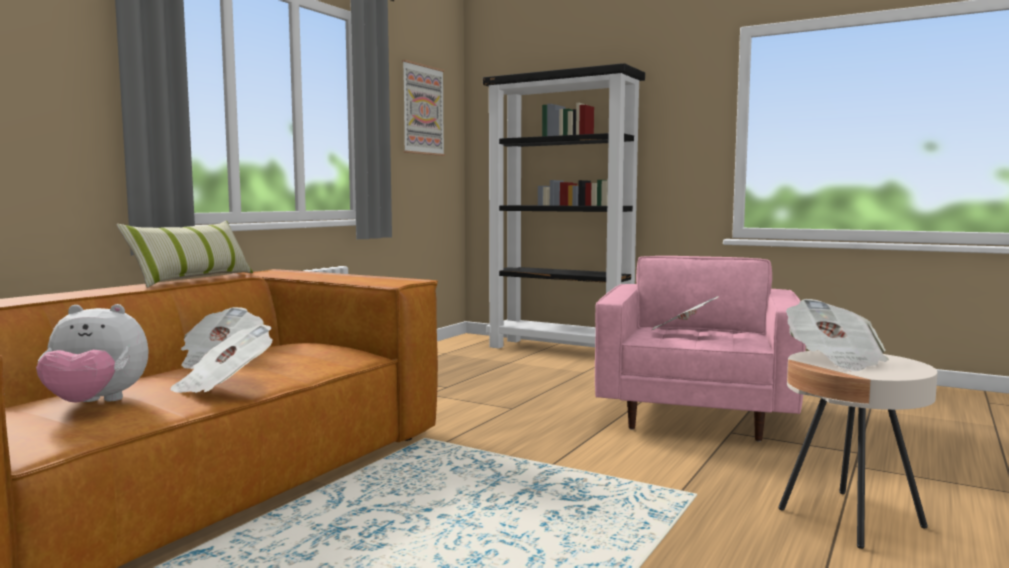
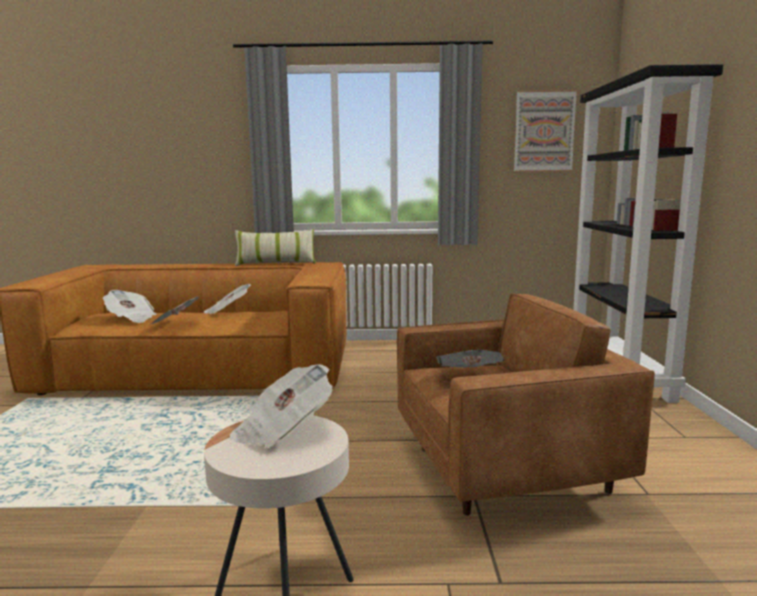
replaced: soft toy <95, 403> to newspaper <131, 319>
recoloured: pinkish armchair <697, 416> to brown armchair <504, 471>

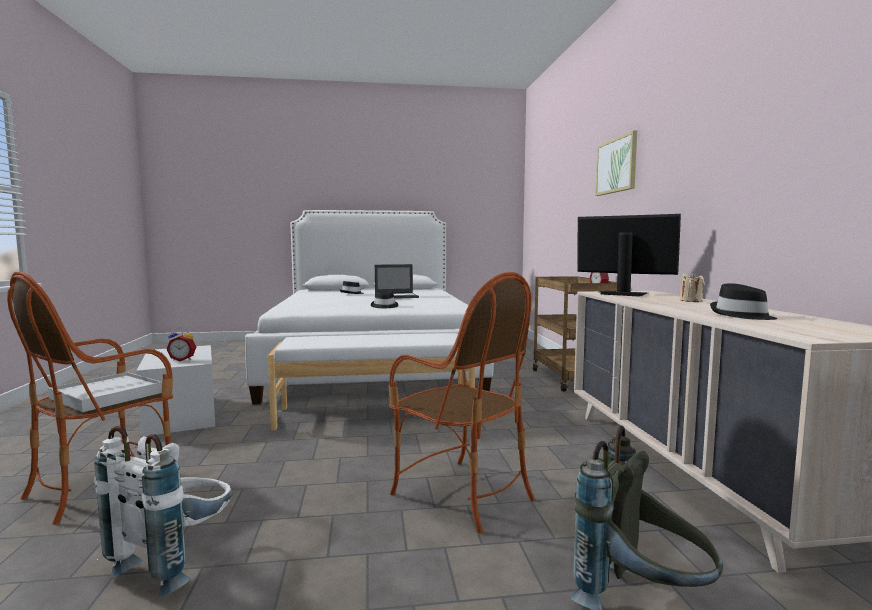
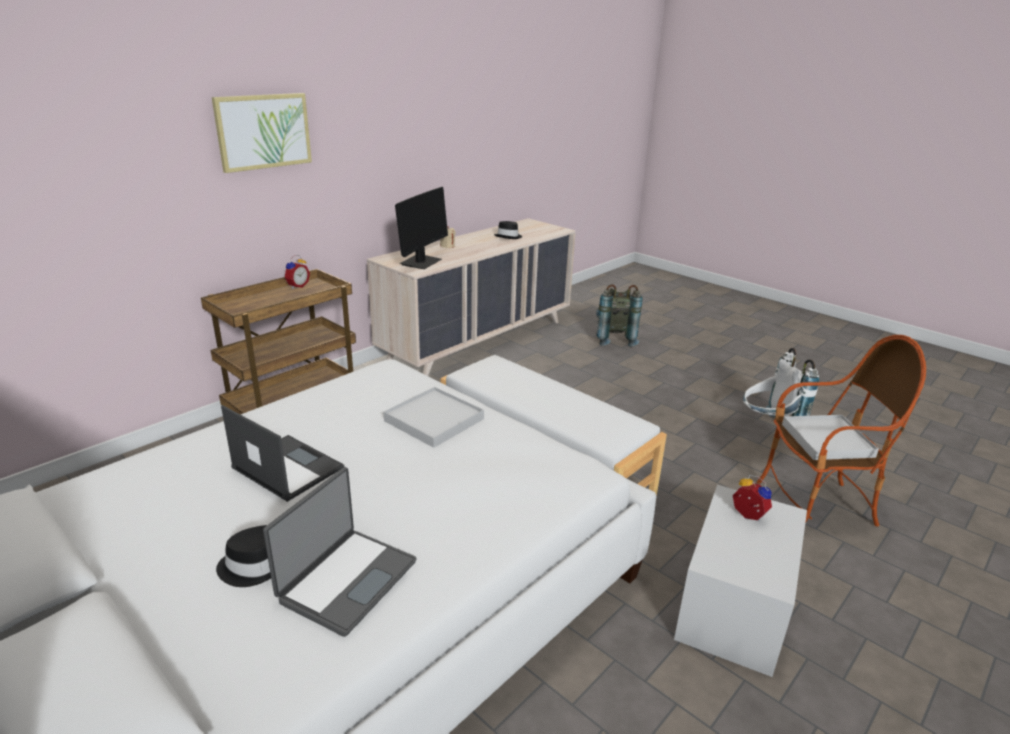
removed: armchair <461, 494>
added: laptop <346, 580>
replaced: black-coloured clothing hat <384, 306> to white-coloured serving tray <434, 420>
turned: computer display <623, 294> = <421, 262> 150 degrees counterclockwise

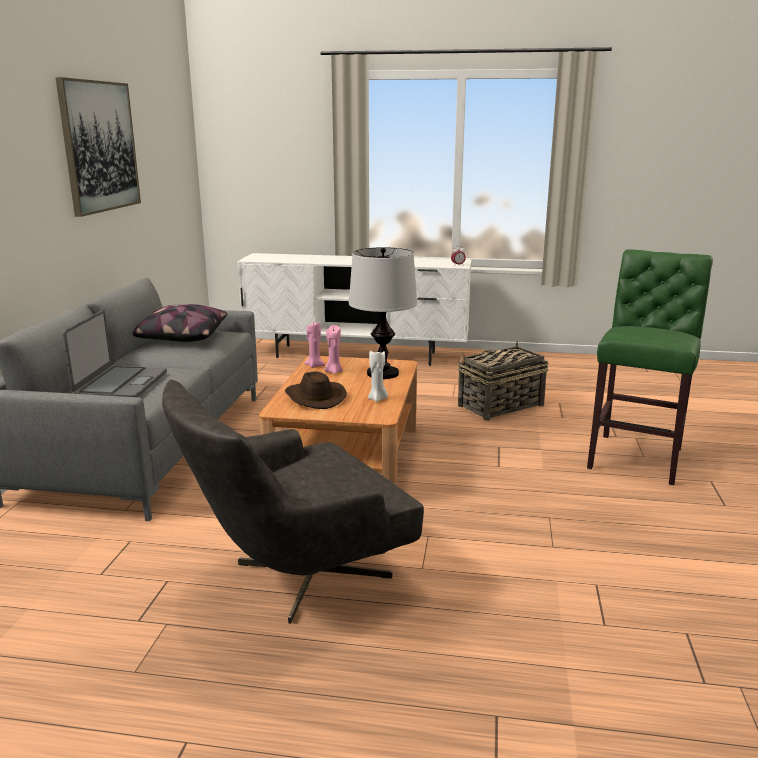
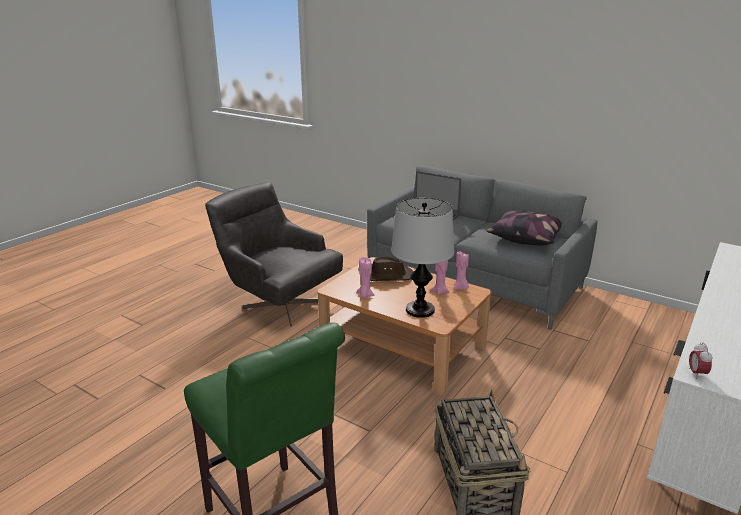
removed: wall picture <99, 146>
recoloured: white-coloured wax light <378, 399> to pinkish wax light <365, 295>
turned: greyish armchair <295, 579> = <278, 302> 45 degrees counterclockwise

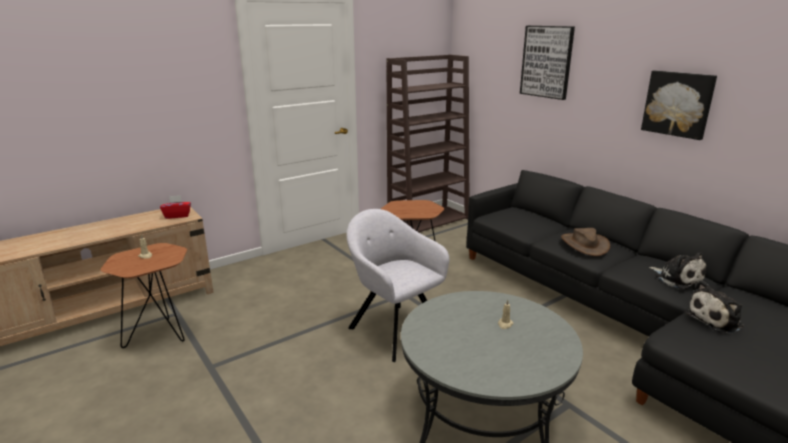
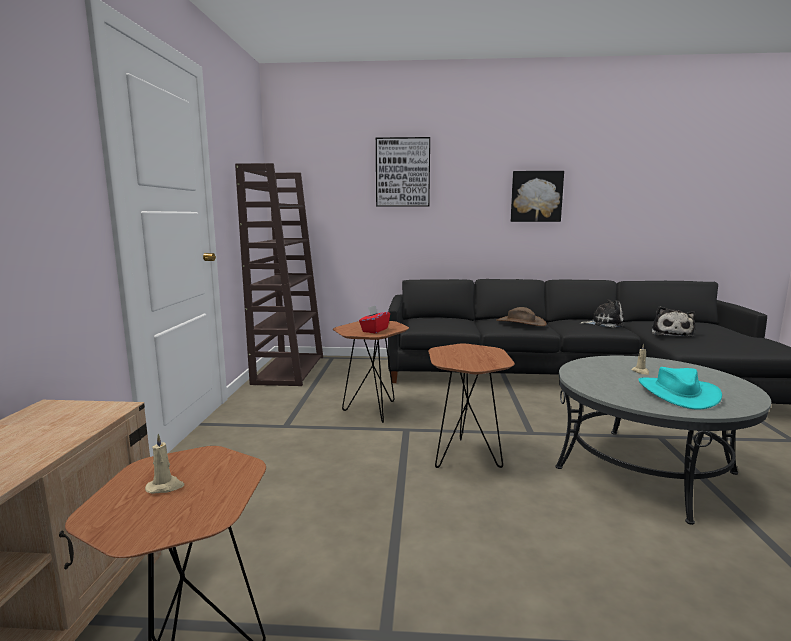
added: turquoise clothing hat <677, 393>
moved: reddish box of tissues <177, 215> to <374, 330>
replaced: greyish armchair <393, 329> to brown side table <466, 459>

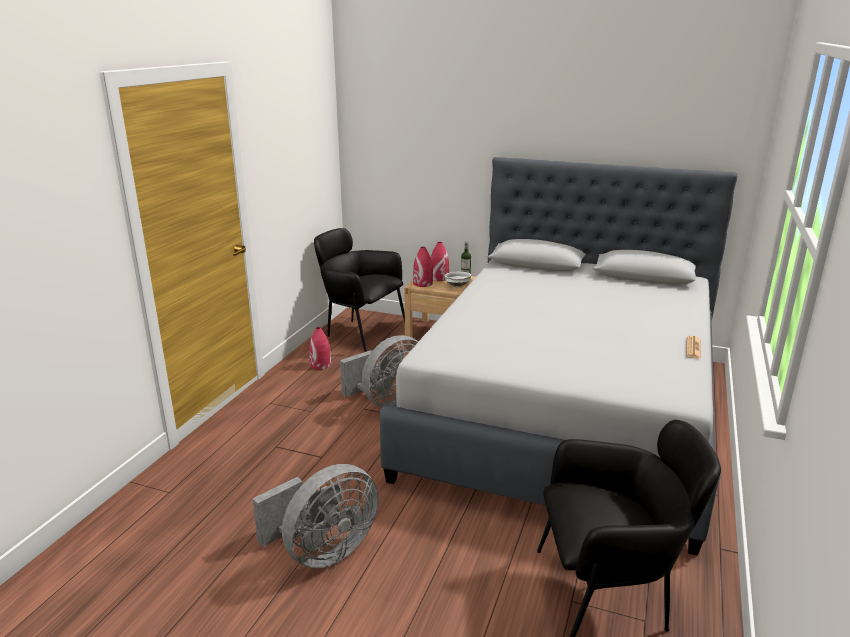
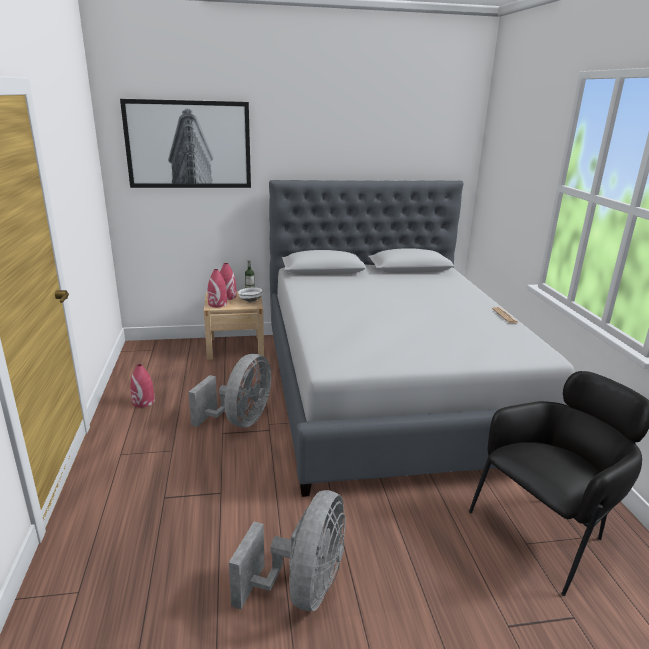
removed: black-coloured armchair <360, 333>
added: wall picture <188, 145>

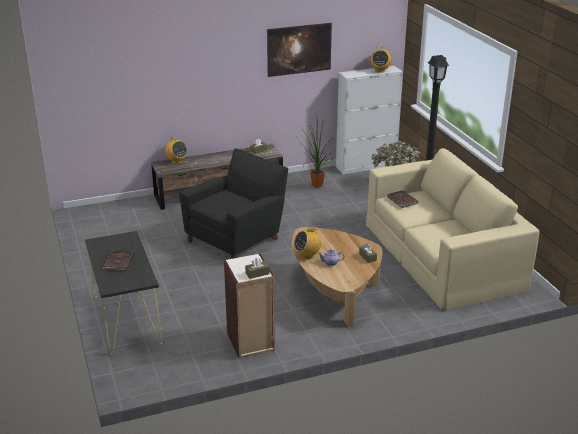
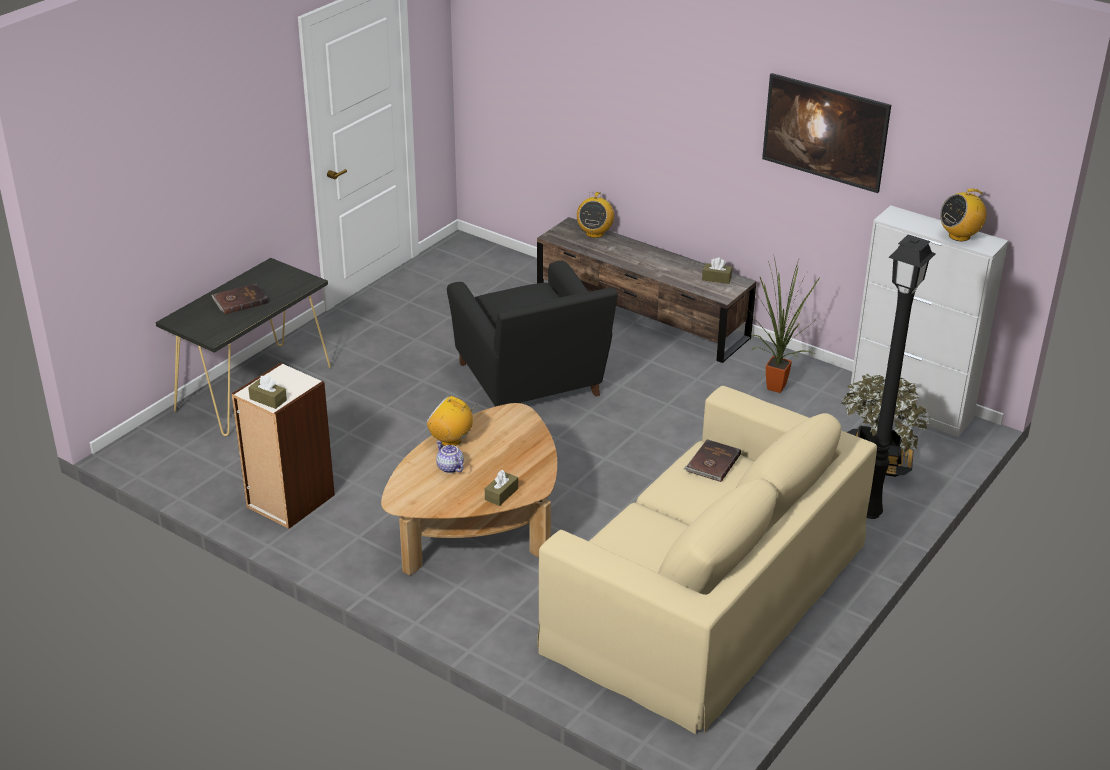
turned: black-coloured armchair <236, 238> = <532, 383> 60 degrees clockwise

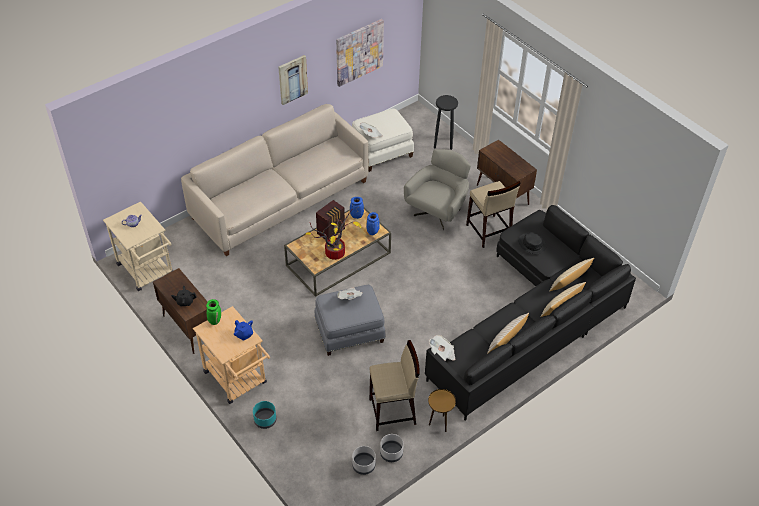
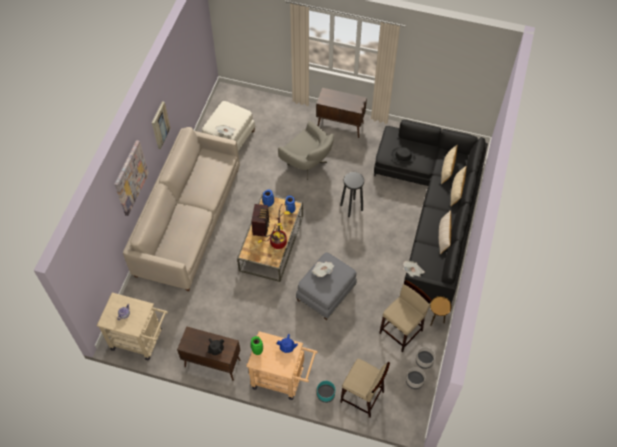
moved: wall picture <359, 52> to <130, 178>; black-coloured stool seat <443, 142> to <351, 207>; beige stool seat <488, 232> to <362, 397>
turned: greyish armchair <438, 212> = <308, 164> 135 degrees clockwise

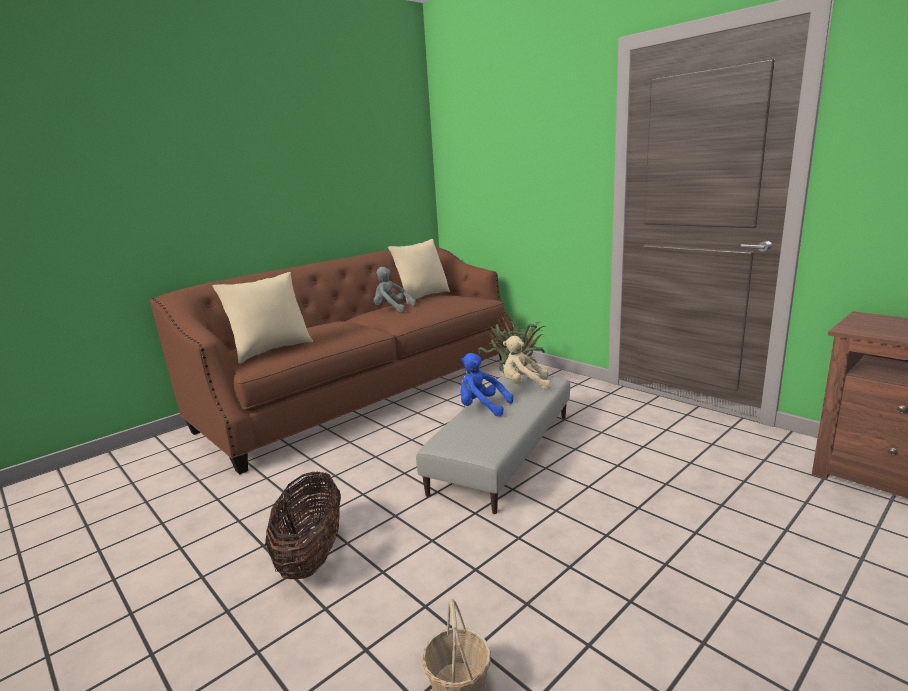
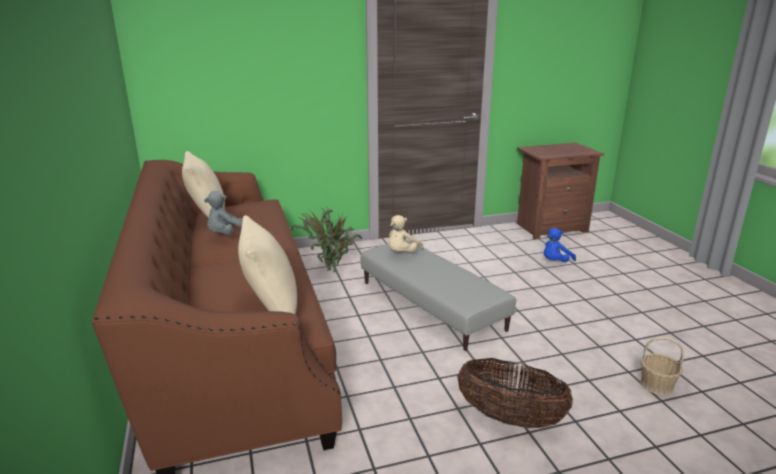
moved: blue soft toy <482, 407> to <555, 262>

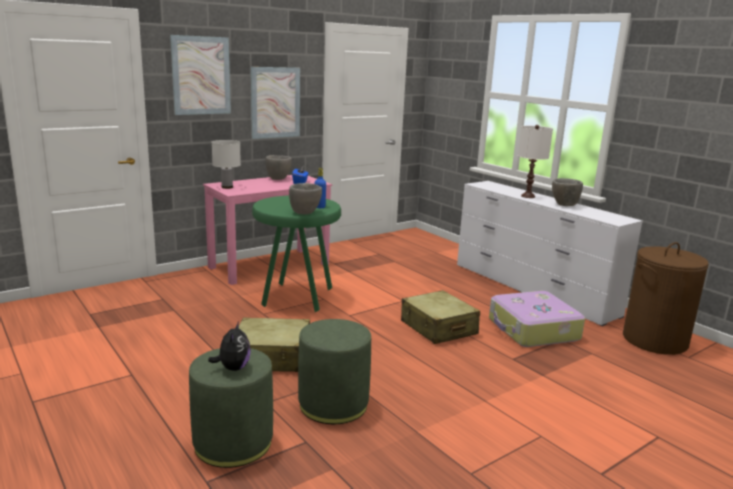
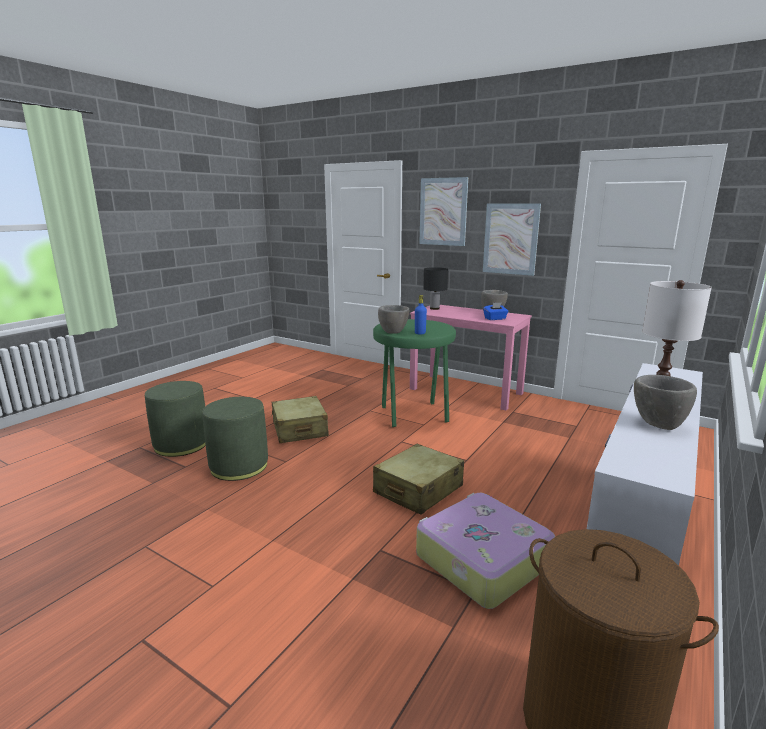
removed: soft toy <233, 368>
recoloured: white-coloured tabletop lamp <226, 187> to black-coloured tabletop lamp <434, 308>

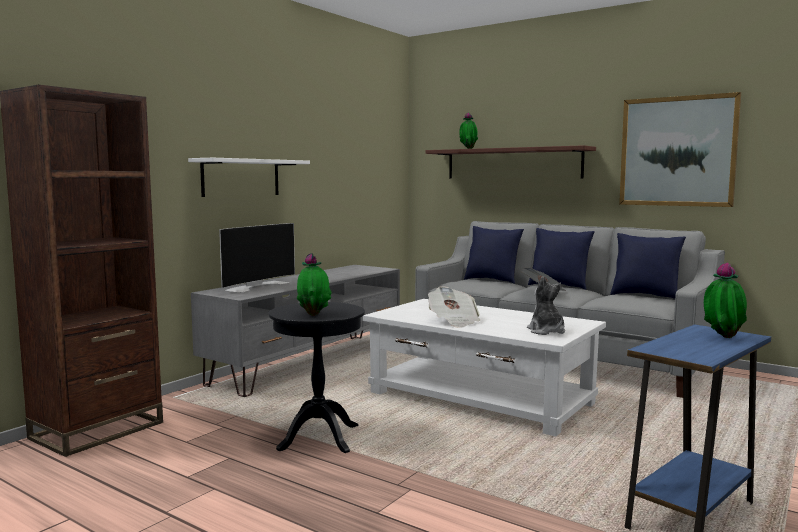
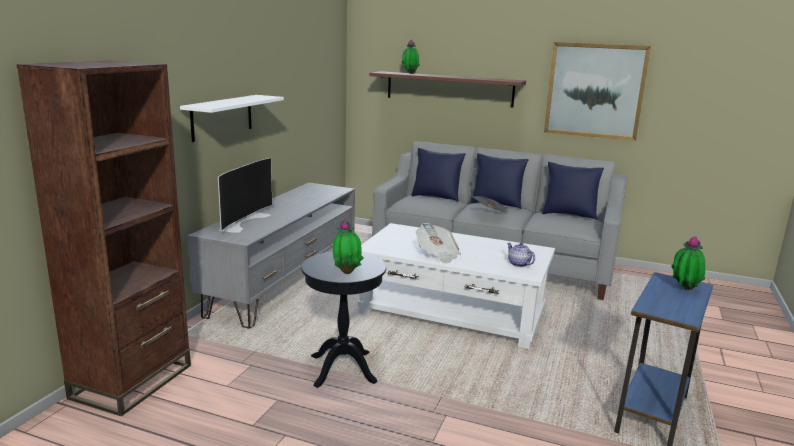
replaced: soft toy <546, 331> to teapot <518, 264>

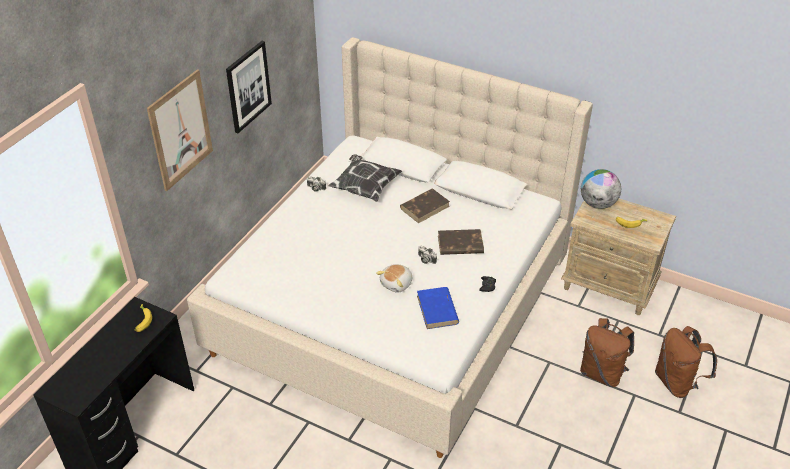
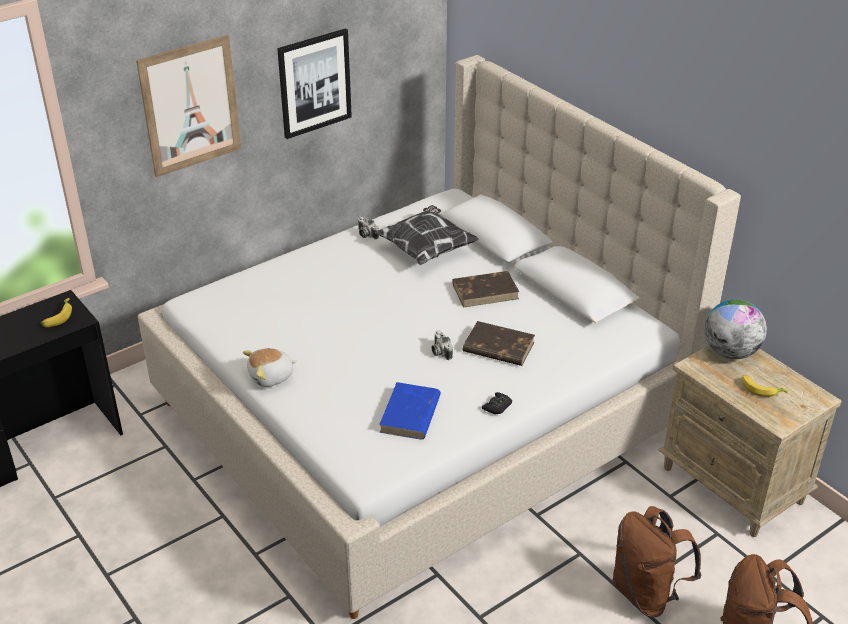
moved: soft toy <397, 284> to <271, 377>

